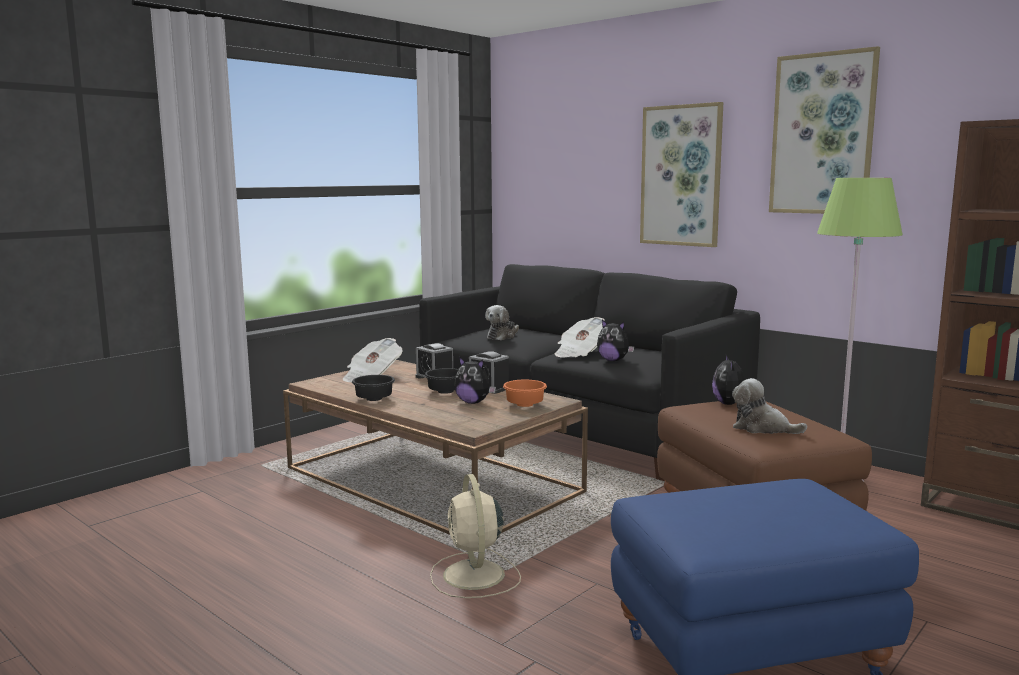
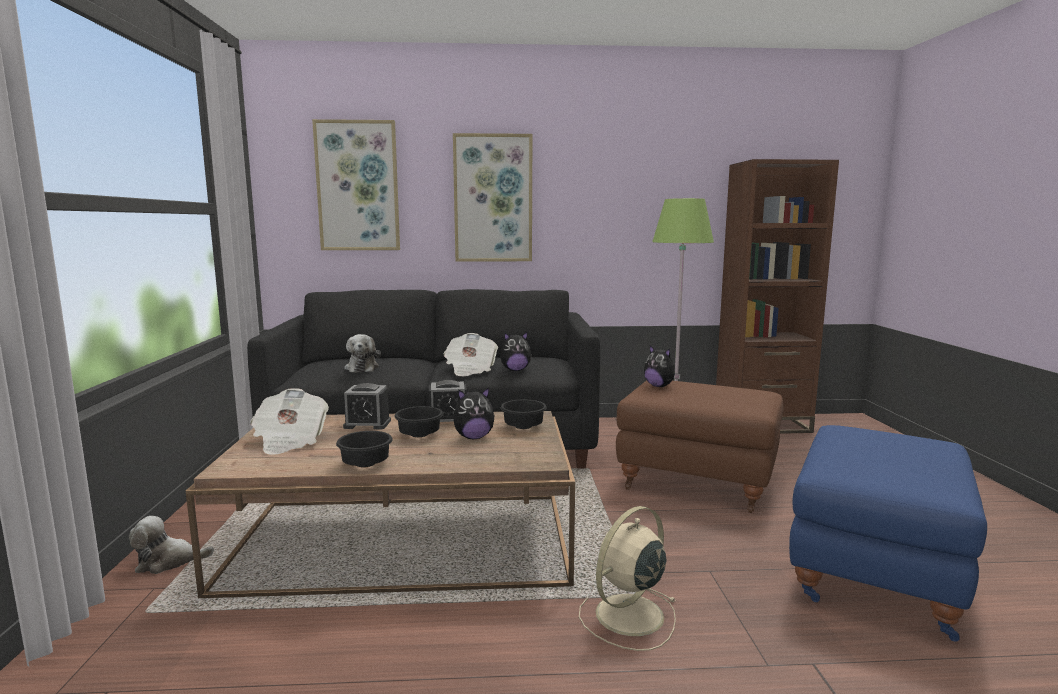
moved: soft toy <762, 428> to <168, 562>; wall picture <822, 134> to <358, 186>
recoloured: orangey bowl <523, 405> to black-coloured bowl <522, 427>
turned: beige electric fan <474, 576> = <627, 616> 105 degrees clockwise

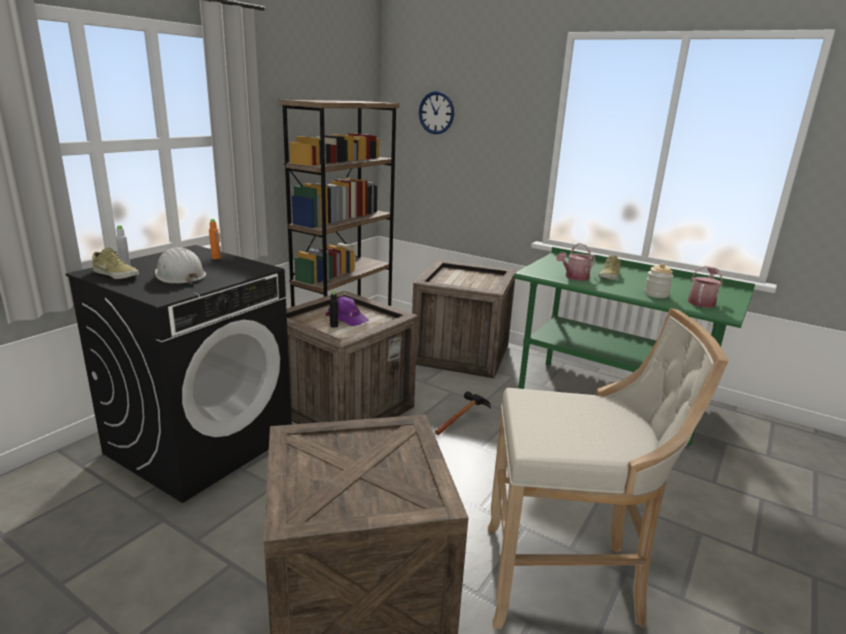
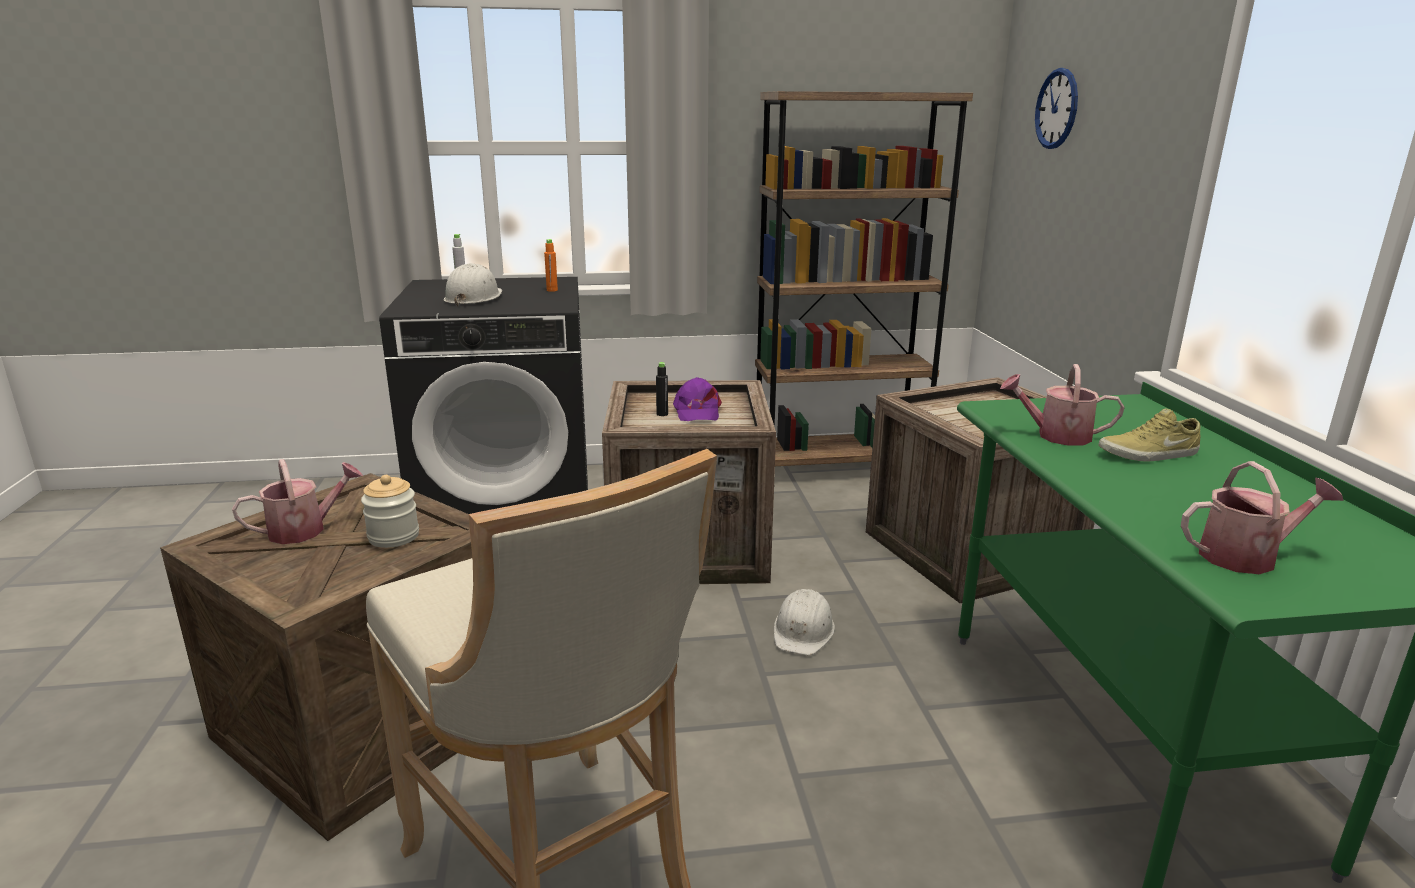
removed: beige shoe <117, 274>
added: watering pot <305, 529>
moved: storage jar <656, 294> to <393, 537>
replaced: hammer <463, 420> to white-coloured work helmet <803, 630>

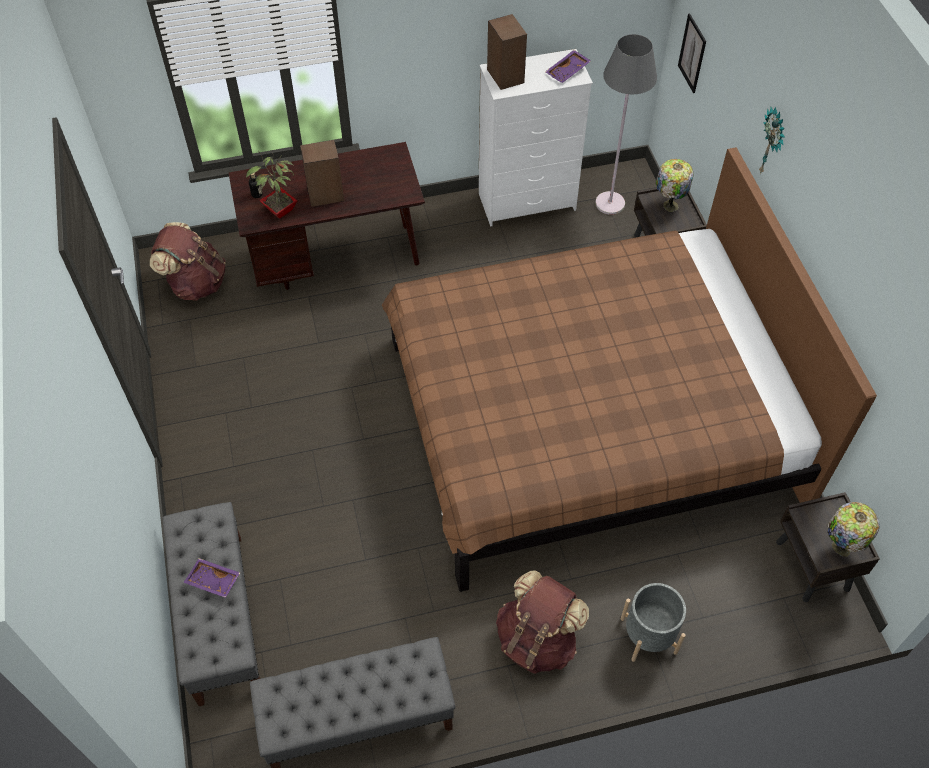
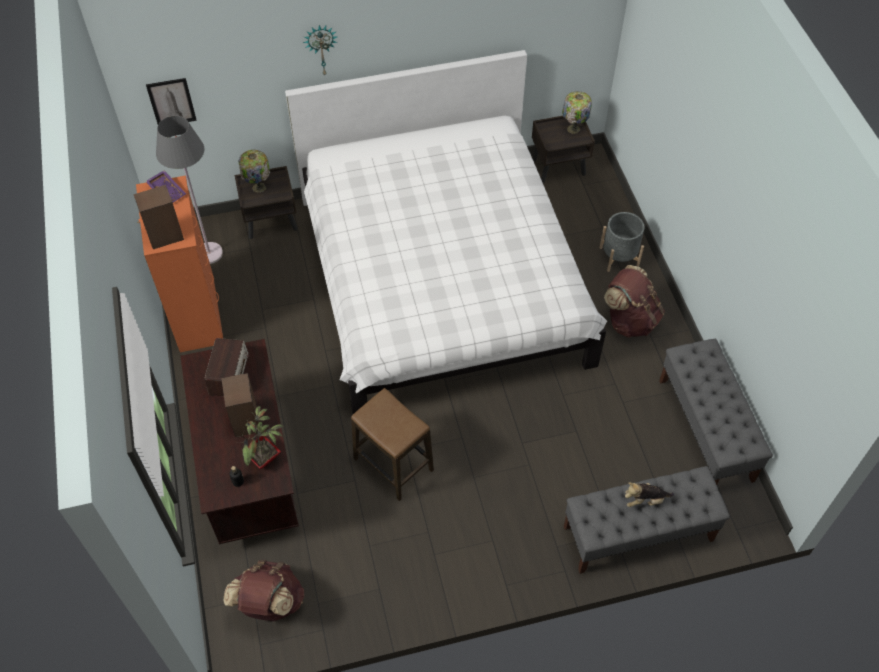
added: radio set <229, 374>; stool seat <393, 464>
replaced: purplish serving tray <212, 581> to soft toy <644, 500>
recoloured: white-coloured chest of drawers <528, 202> to orangey chest of drawers <198, 313>; brown bedroom bed <588, 419> to white-coloured bedroom bed <441, 281>

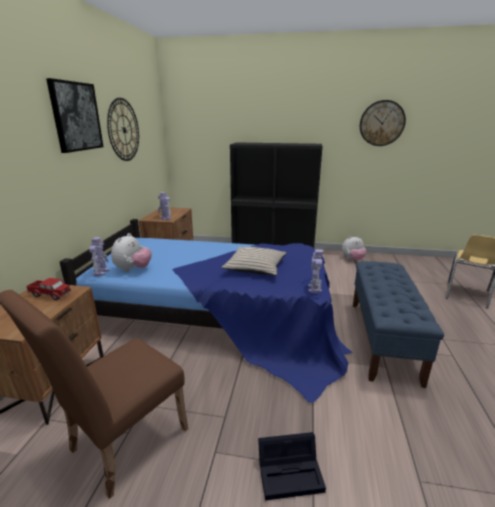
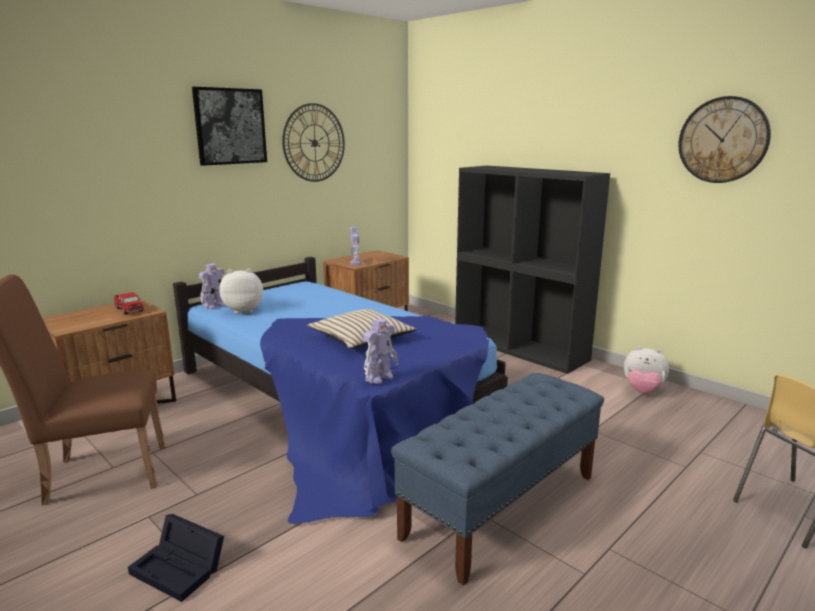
turned: soft toy <133, 269> = <244, 310> 150 degrees counterclockwise

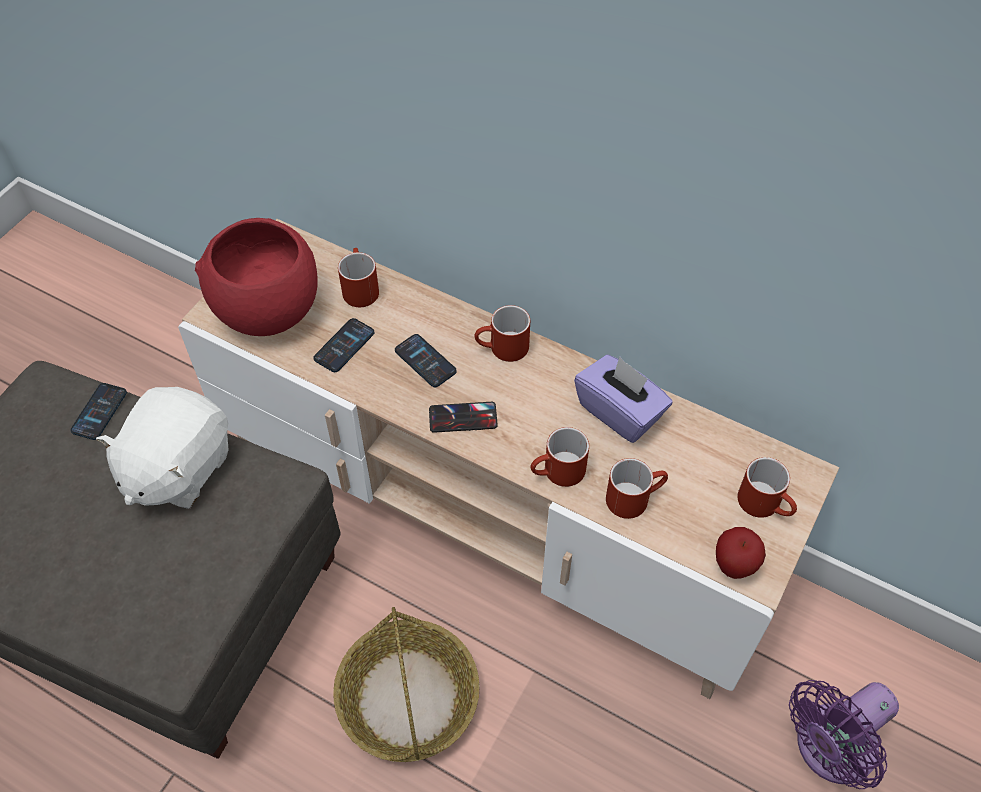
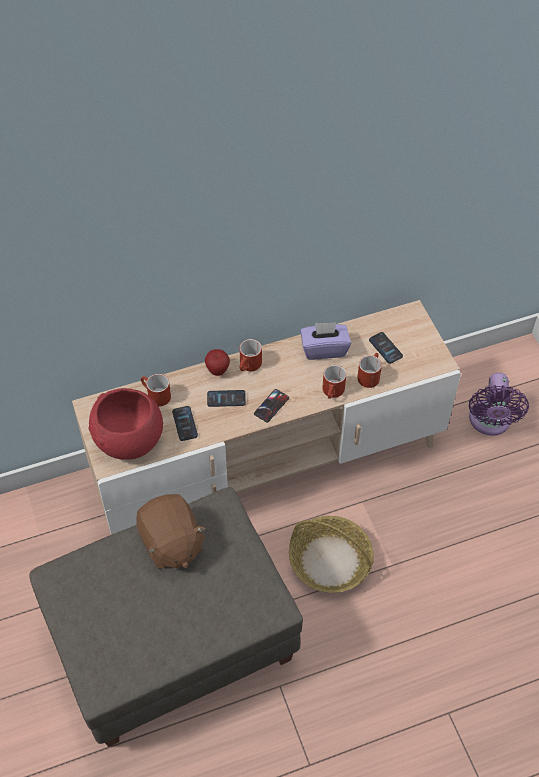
removed: reddish mug <766, 504>
moved: apple <734, 566> to <217, 370>; telephone <99, 412> to <385, 348>
recoloured: white-coloured soft toy <177, 468> to brown soft toy <171, 543>

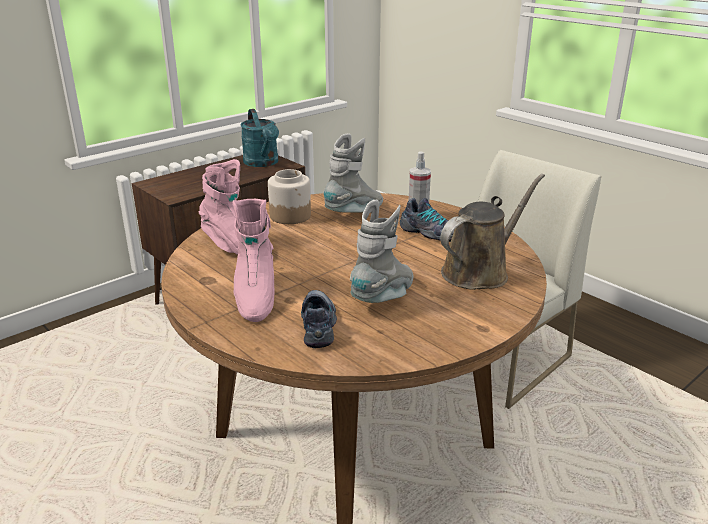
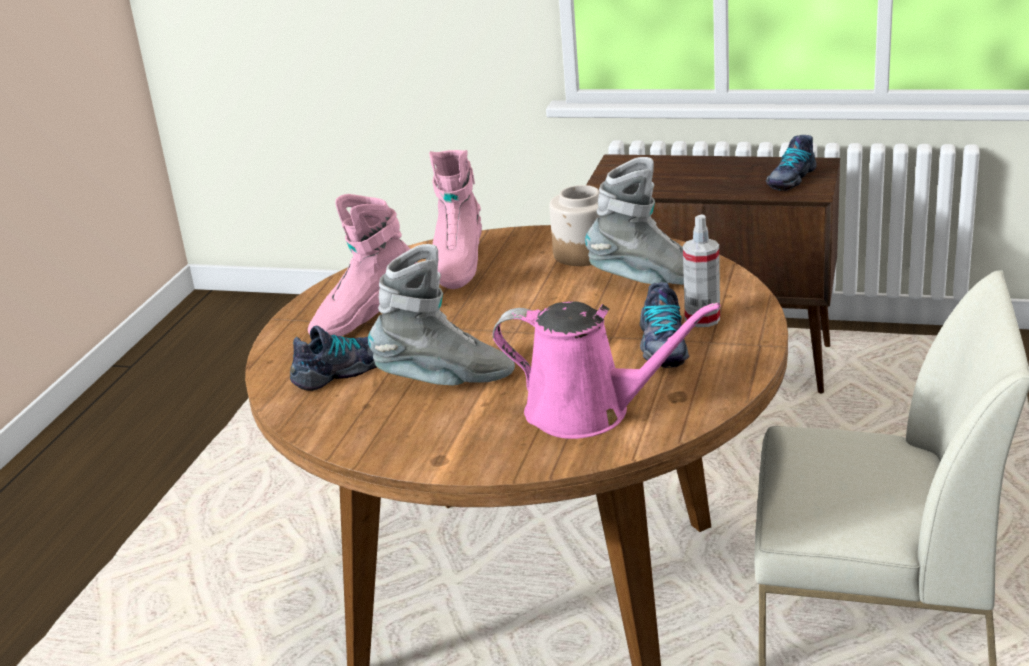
replaced: turquoise watering pot <263, 163> to shoe <790, 178>
recoloured: brown watering pot <479, 272> to pinkish watering pot <588, 412>

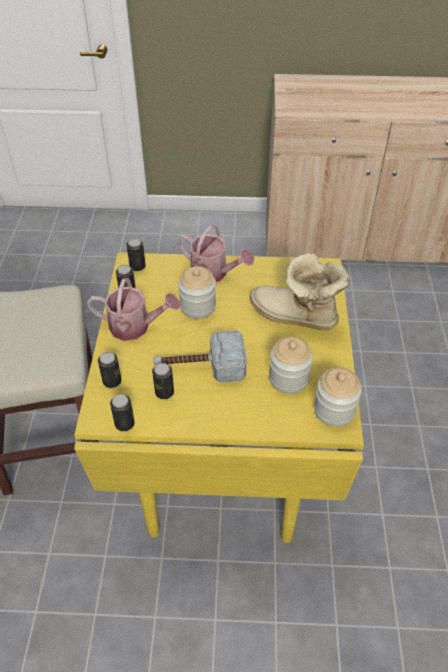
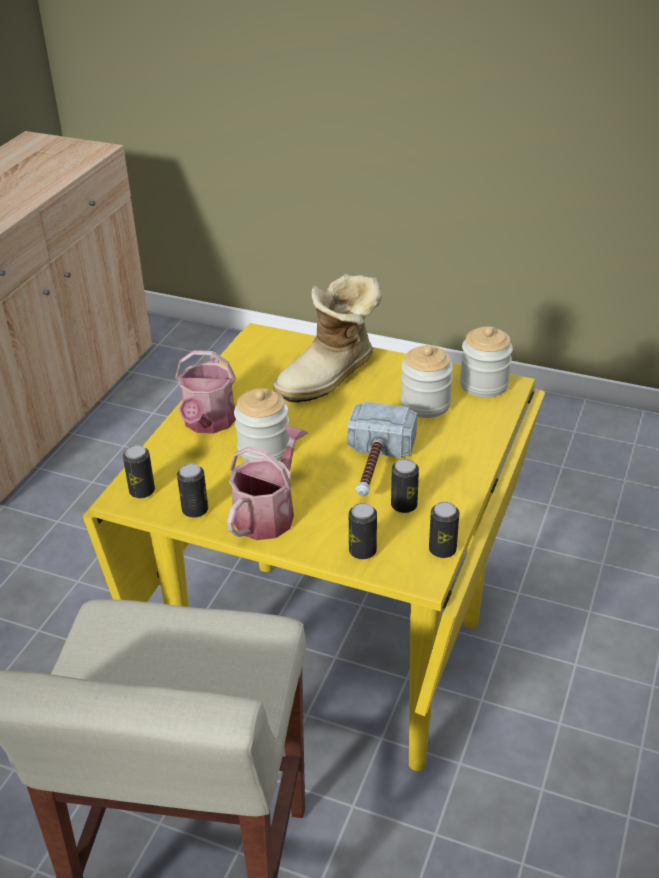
turned: watering pot <214, 273> = <208, 423> 135 degrees clockwise

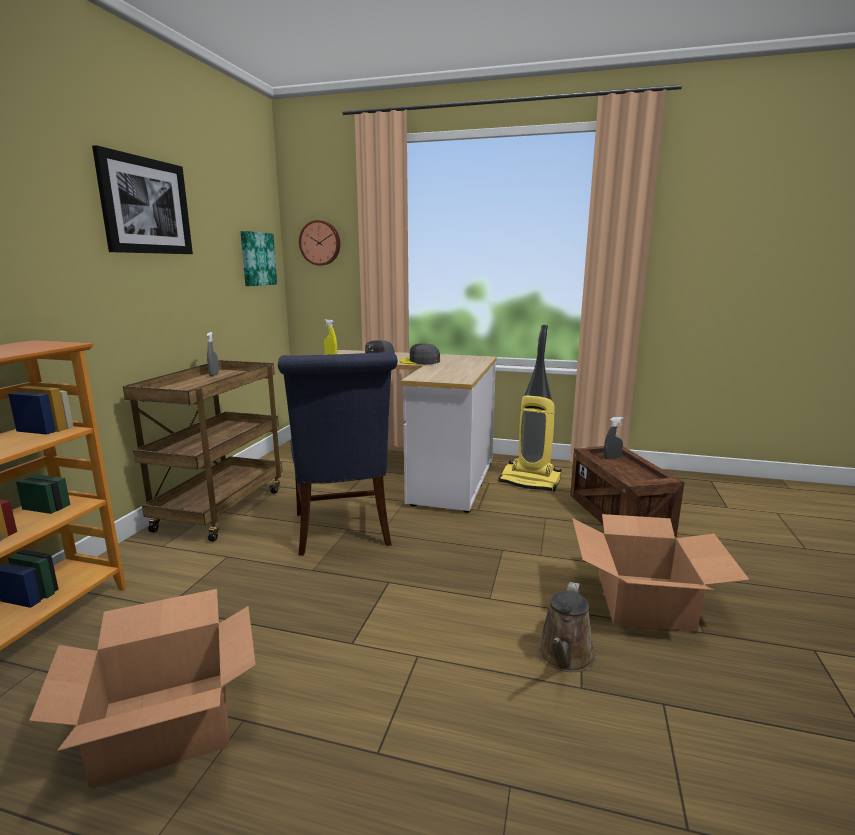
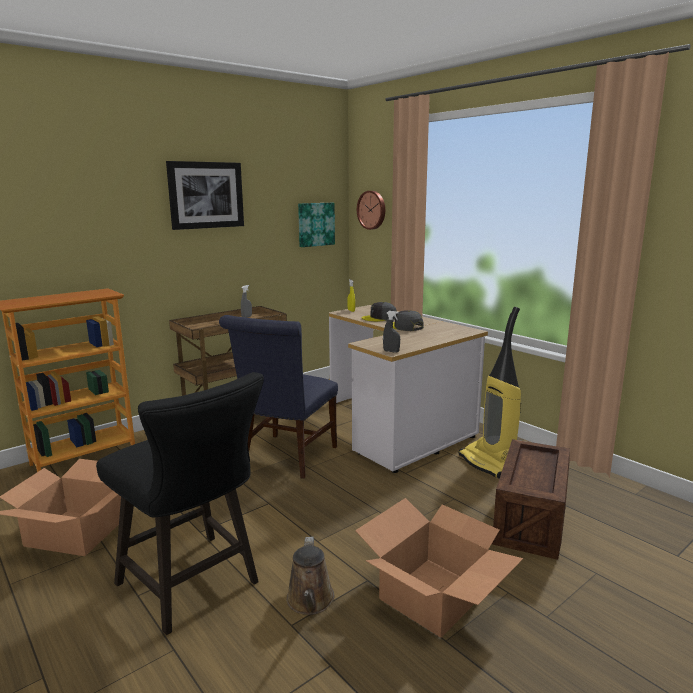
added: black-coloured stool seat <194, 587>
moved: greyish spray bottle <612, 458> to <391, 351>
turned: brown watering pot <565, 656> = <310, 601> 60 degrees counterclockwise

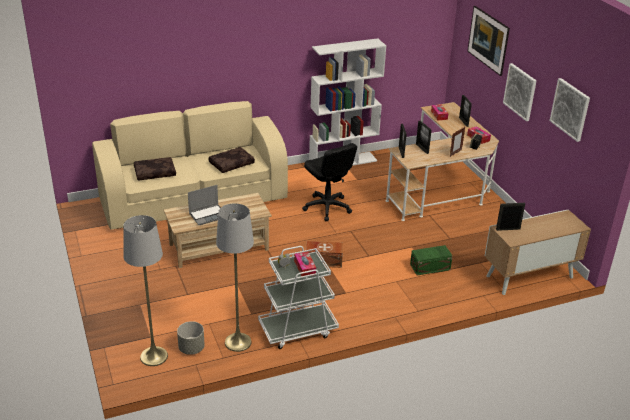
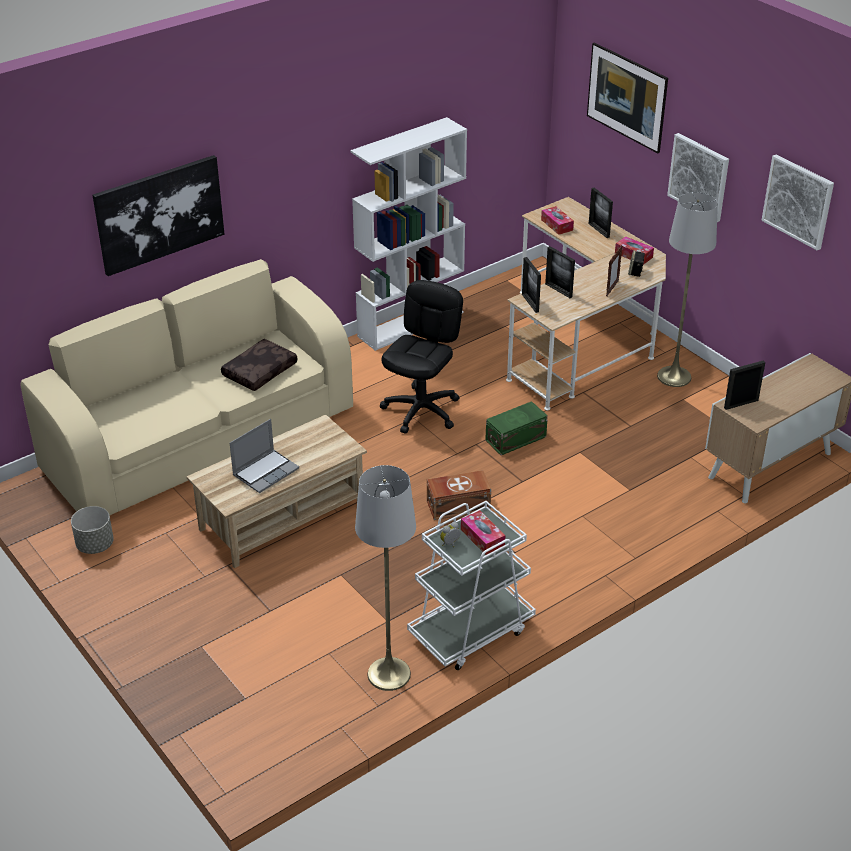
removed: brown cushion <155, 173>
added: wall picture <159, 214>
moved: greyish flower pot <191, 348> to <95, 545>; green storage box <430, 267> to <517, 439>; greyish floor lamp <154, 356> to <674, 376>
turned: black-coloured computer chair <327, 207> = <421, 410> 105 degrees counterclockwise

